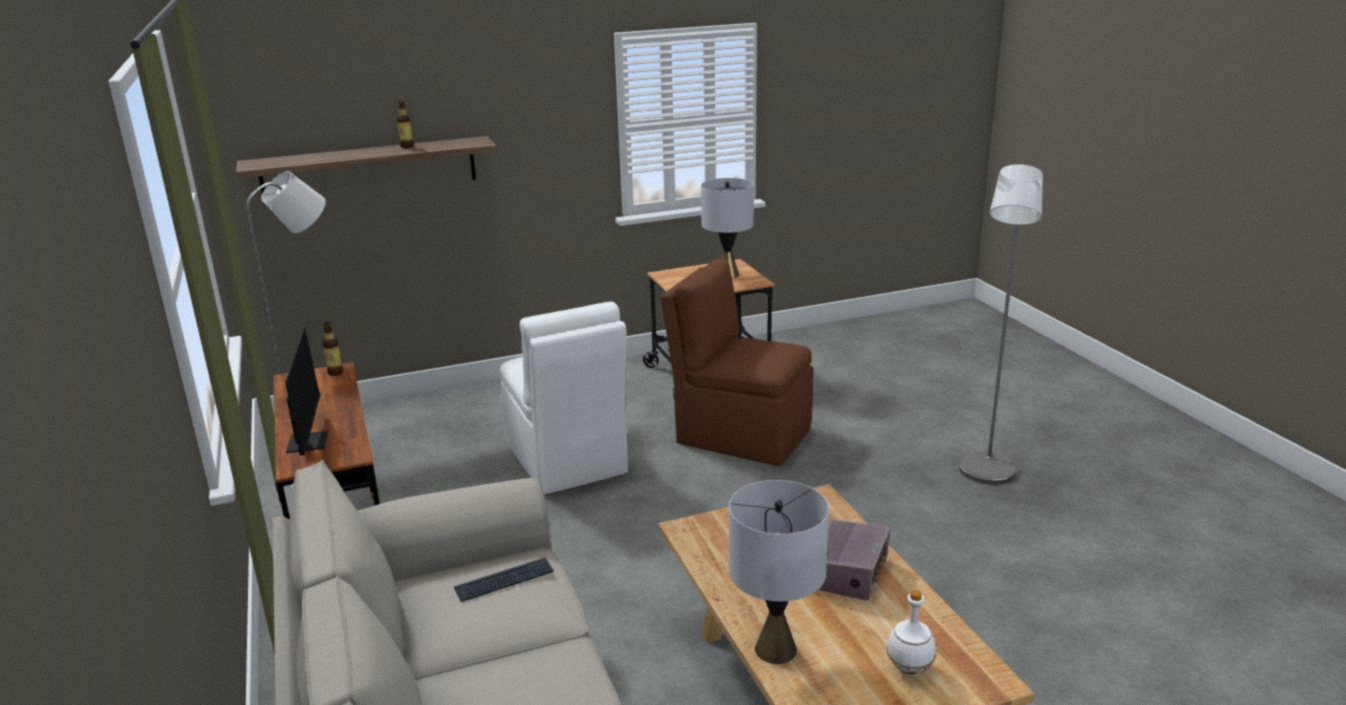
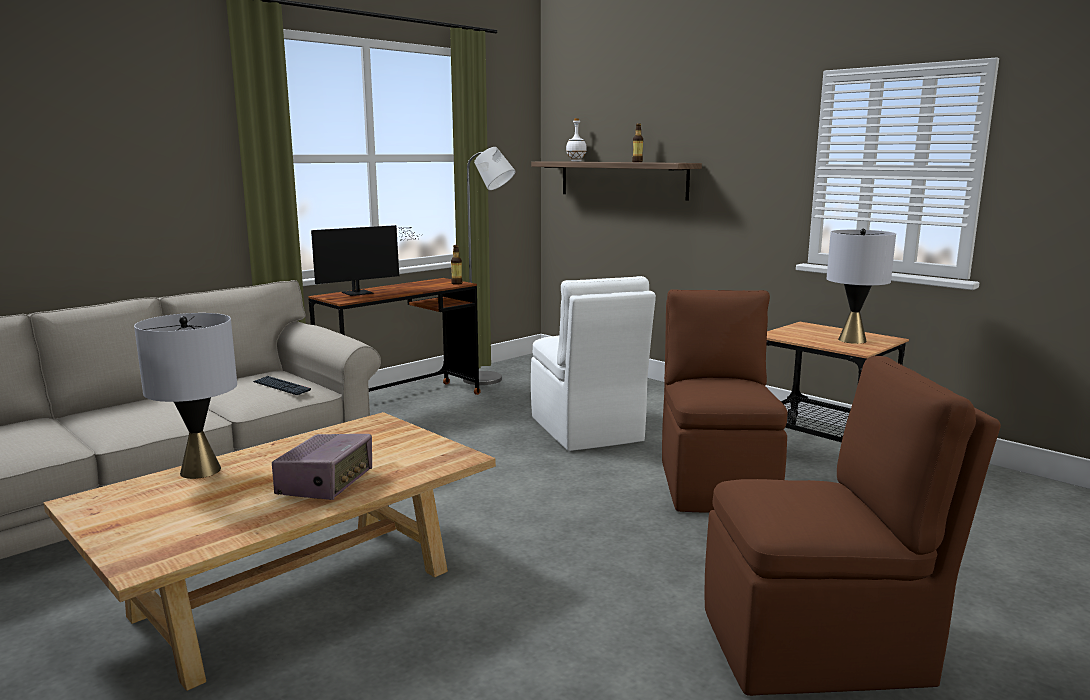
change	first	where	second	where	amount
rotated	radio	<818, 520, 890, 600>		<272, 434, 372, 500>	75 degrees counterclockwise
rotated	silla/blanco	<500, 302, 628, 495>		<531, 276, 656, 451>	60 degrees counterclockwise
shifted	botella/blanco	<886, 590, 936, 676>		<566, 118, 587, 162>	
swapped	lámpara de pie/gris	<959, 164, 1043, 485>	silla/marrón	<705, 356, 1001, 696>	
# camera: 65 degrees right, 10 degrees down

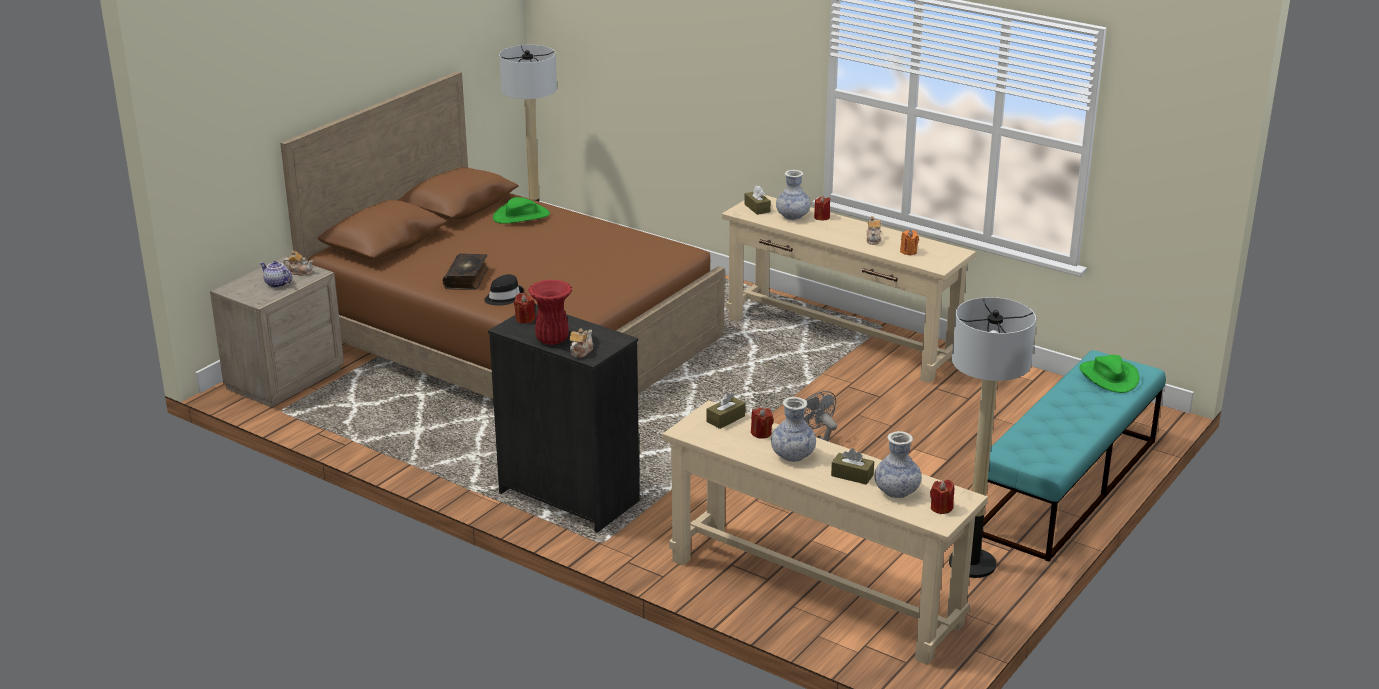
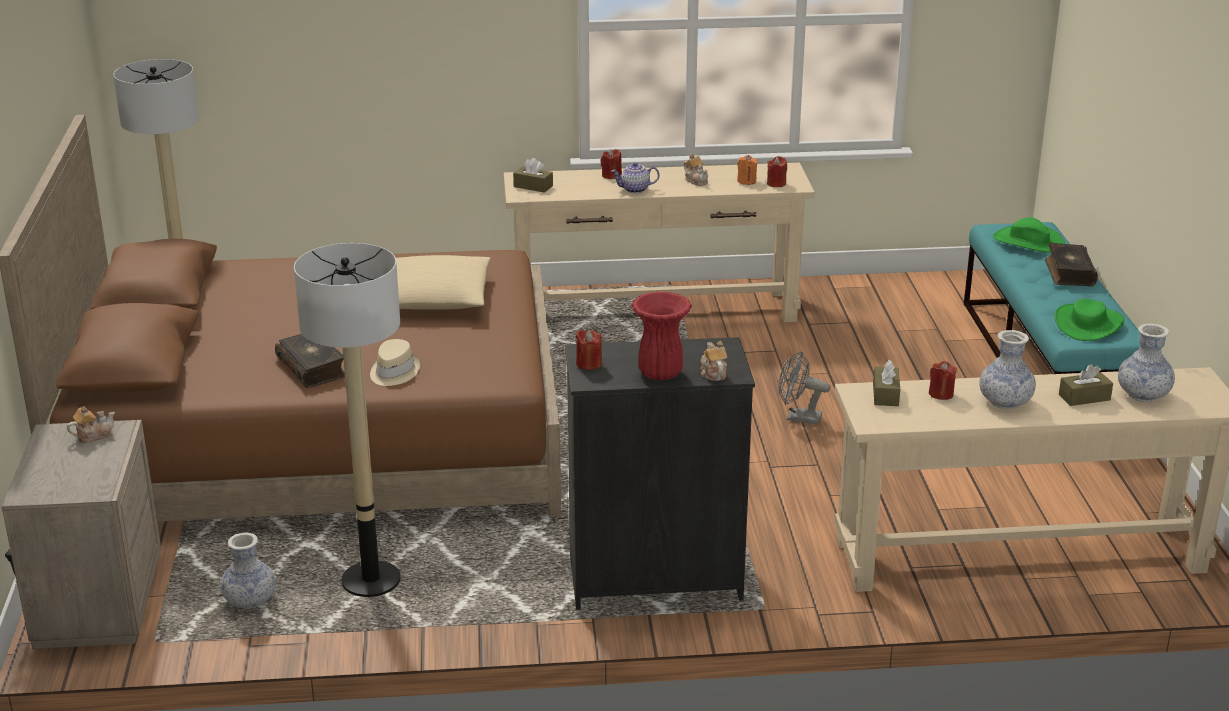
change	first	where	second	where	amount
shifted	florero	<776, 170, 811, 220>		<221, 533, 276, 608>	
shifted	lámpara de pie	<949, 297, 1036, 578>		<294, 243, 400, 597>	
repainted	sombrero/negro	<484, 274, 524, 306>	sombrero/beis	<370, 339, 420, 386>	
new			cojín/beis	<396, 255, 491, 310>	
shifted	tetera	<260, 261, 292, 288>		<611, 162, 659, 193>	
shifted	vela/rojo	<930, 480, 954, 514>		<767, 156, 787, 187>	
new			libro	<1045, 243, 1098, 286>	
shifted	sombrero/verde	<493, 197, 550, 224>		<1055, 299, 1124, 341>	
# camera: 40 degrees left, 0 degrees up

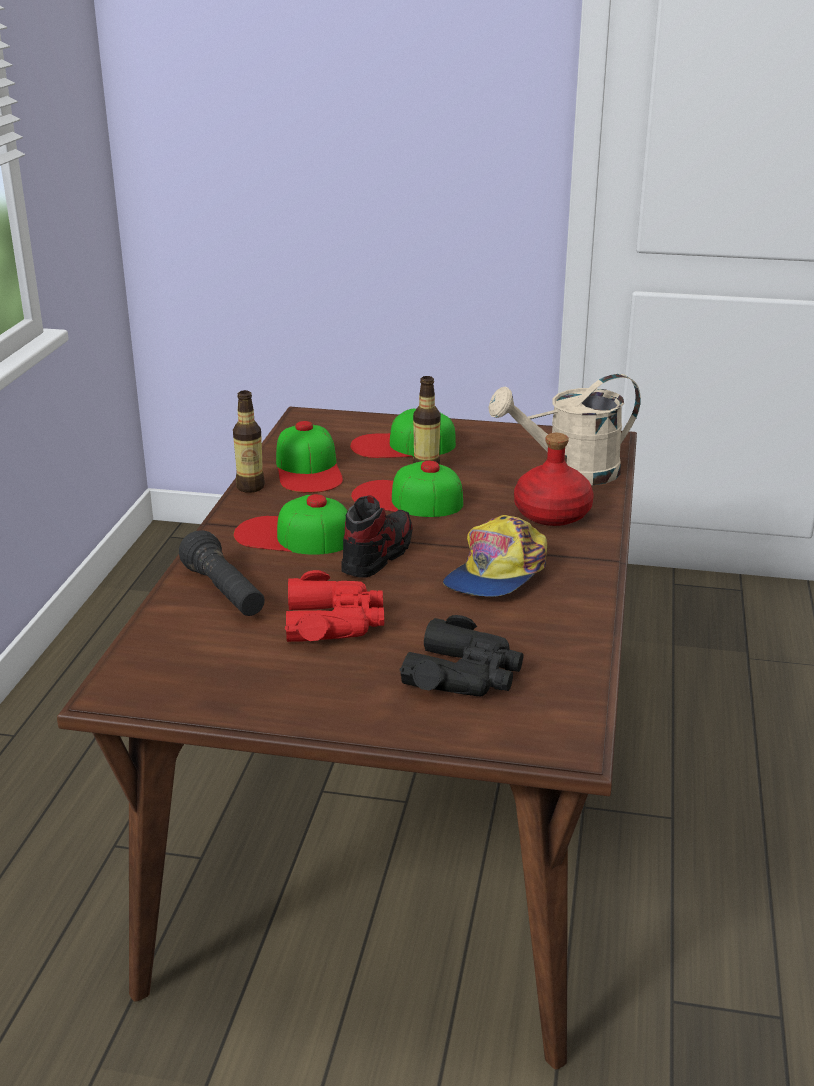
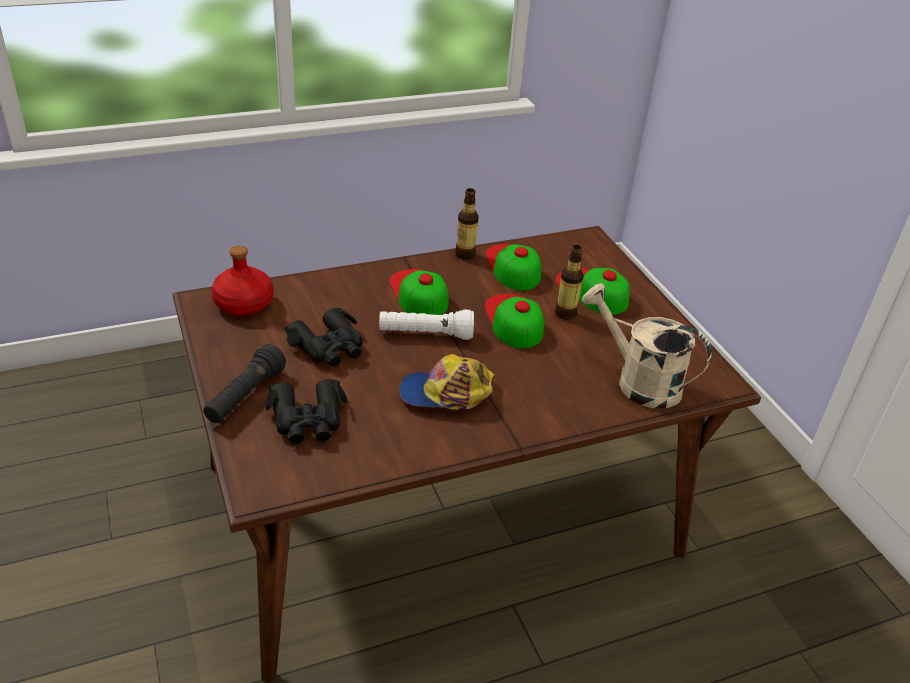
change	first	where	second	where	amount
shifted	linterna/negro	<179, 530, 265, 616>		<203, 344, 286, 423>	
shifted	botella/rojo	<514, 433, 594, 526>		<211, 246, 274, 316>	
repainted	prismáticos/rojo	<285, 570, 384, 642>	prismáticos/negro	<285, 308, 363, 367>	
swapped	zapato	<341, 495, 413, 578>	linterna/blanco	<379, 309, 474, 340>	
rotated	gorra	<276, 421, 343, 493>		<485, 244, 542, 291>	120 degrees clockwise
# camera: 55 degrees right, 10 degrees up

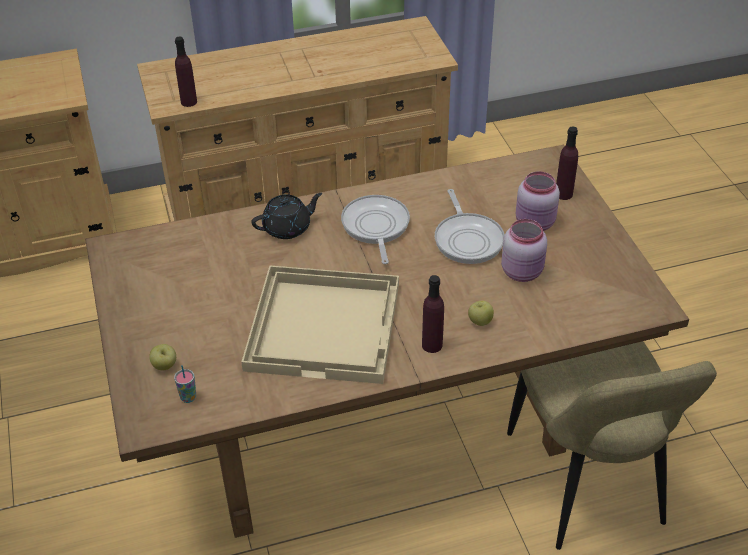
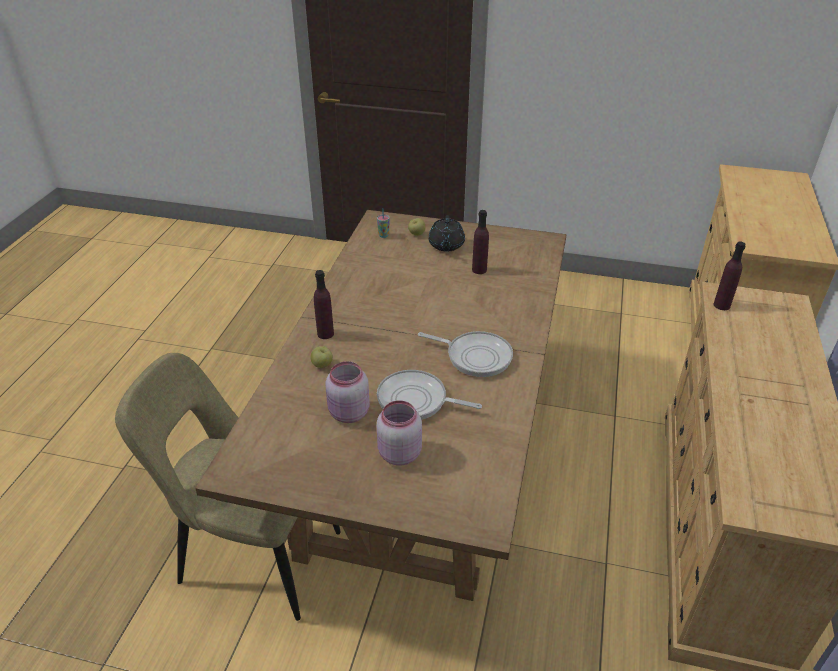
change	first	where	second	where	amount
shifted	tetera/negro	<251, 193, 322, 239>		<428, 215, 465, 252>	
shifted	botella/morado	<556, 126, 578, 200>		<472, 210, 489, 274>	
gone	bandeja/beis	<241, 265, 399, 384>			
# camera: 120 degrees right, 5 degrees down

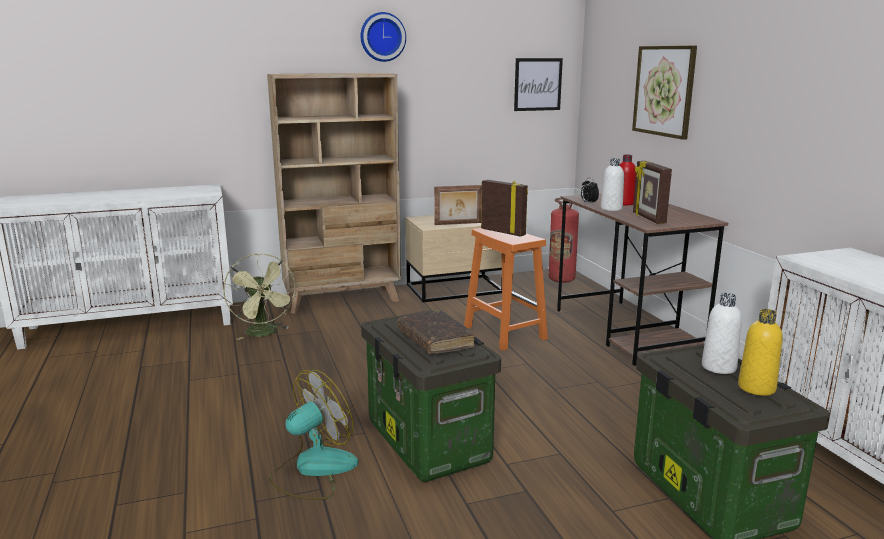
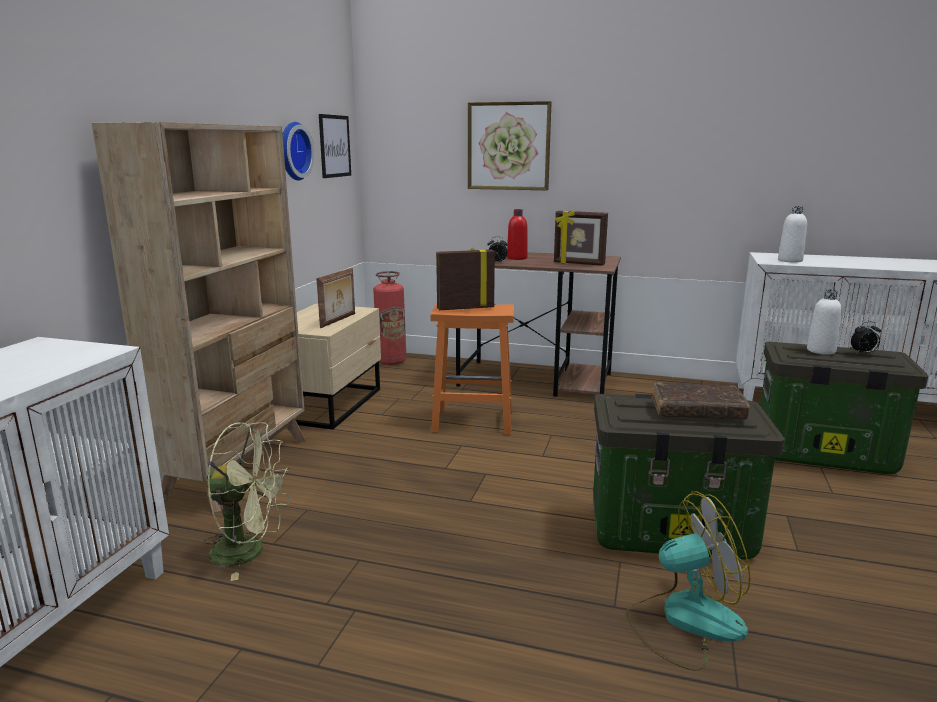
change	first	where	second	where	amount
shifted	reloj de pared	<360, 12, 406, 62>		<282, 122, 314, 180>	
rotated	ventilador	<269, 370, 358, 500>		<626, 491, 750, 670>	90 degrees clockwise
shifted	botella/blanco	<601, 158, 624, 211>		<778, 206, 807, 263>	
swapped	botella/amarillo	<738, 309, 783, 396>	despertador	<851, 322, 881, 354>	
# camera: 55 degrees left, 0 degrees up

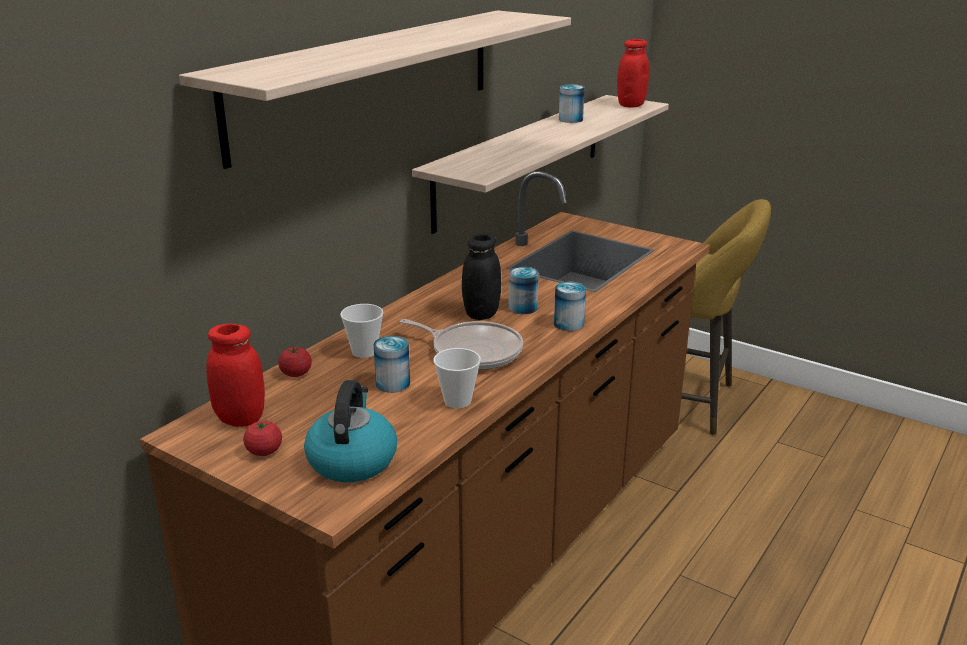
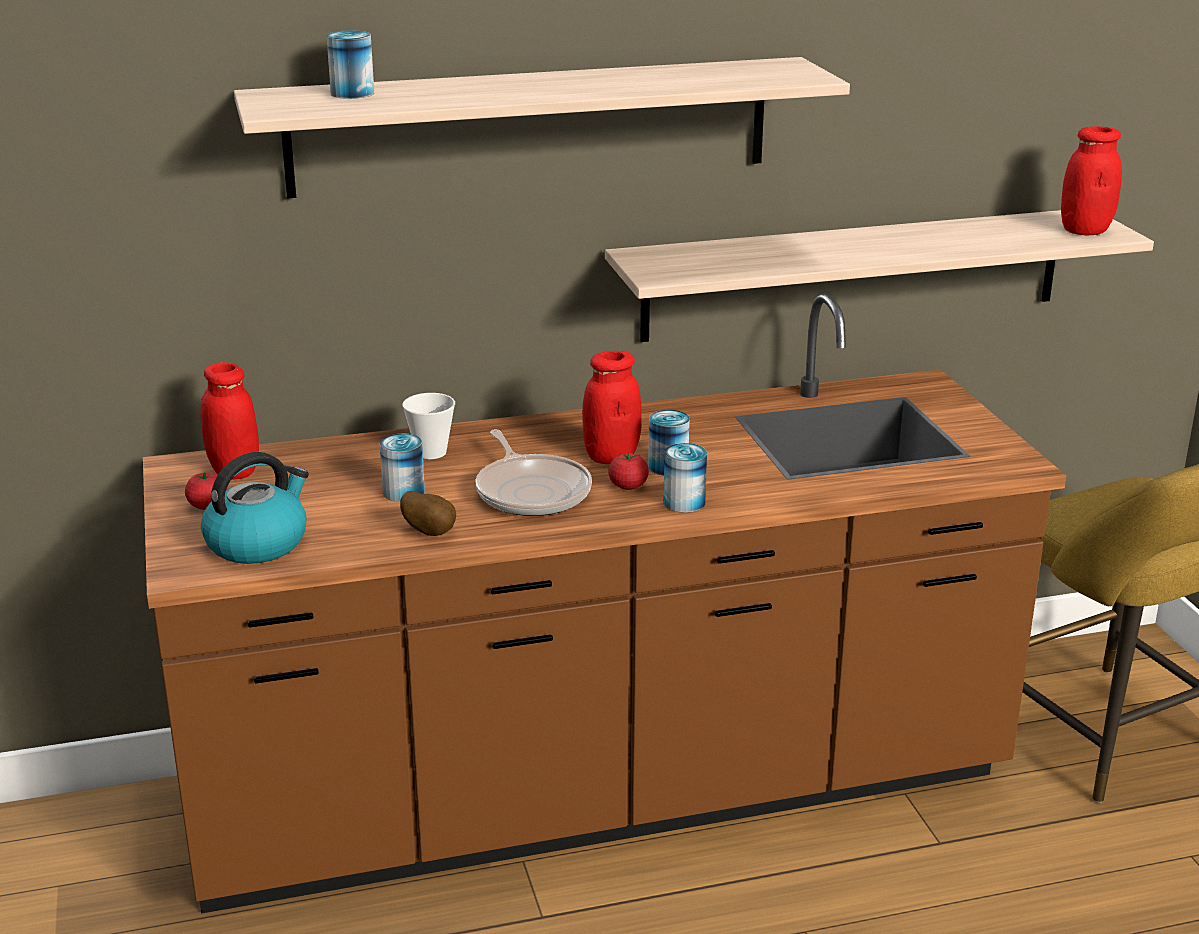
change	first	where	second	where	amount
shifted	lata	<559, 85, 585, 123>		<326, 30, 374, 99>	
swapped	taza	<434, 348, 481, 408>	patata	<400, 491, 456, 536>	
repainted	tarro/negro	<462, 234, 501, 320>	tarro/rojo	<582, 351, 642, 464>	
shifted	tomate	<278, 346, 312, 377>		<608, 452, 649, 490>	
# camera: 40 degrees right, 0 degrees up

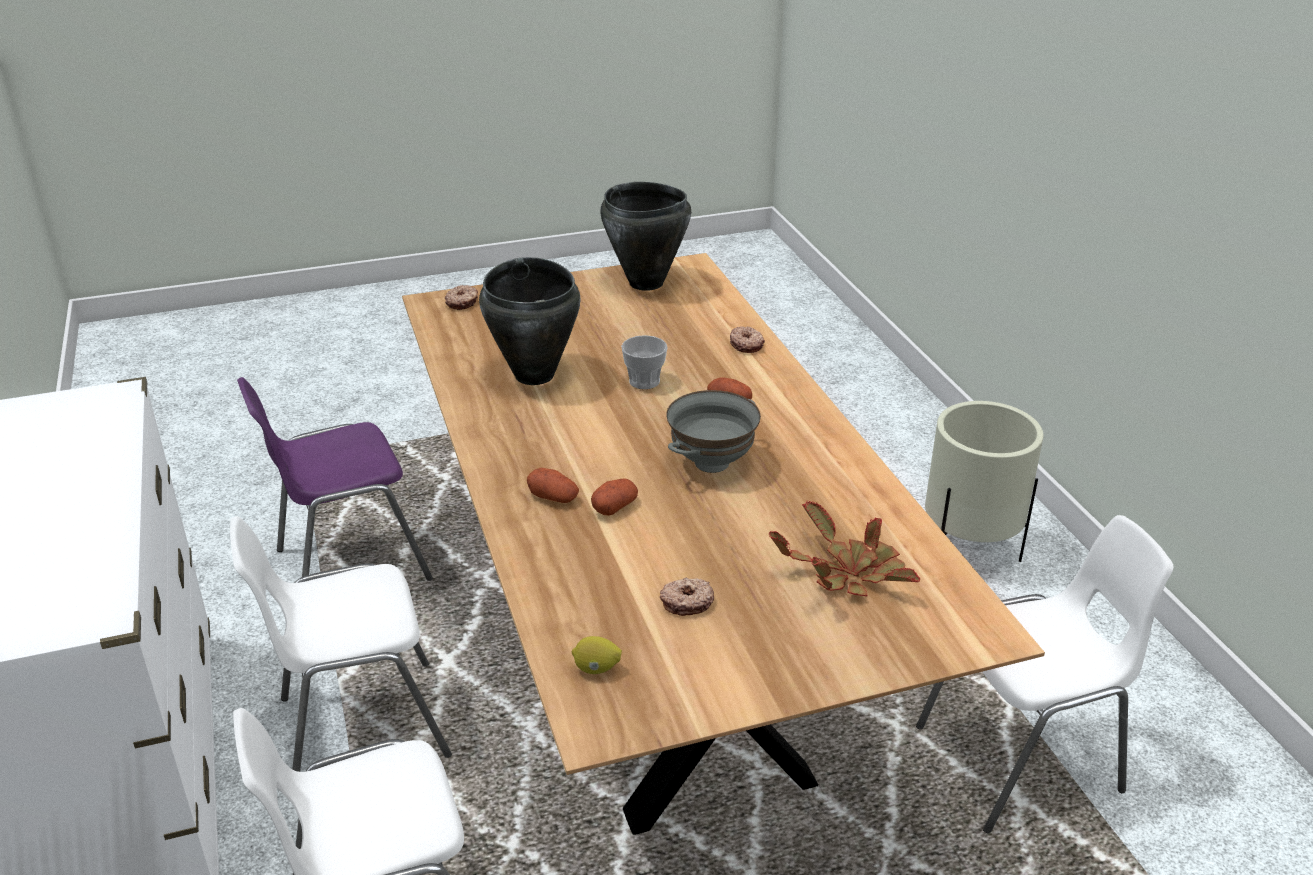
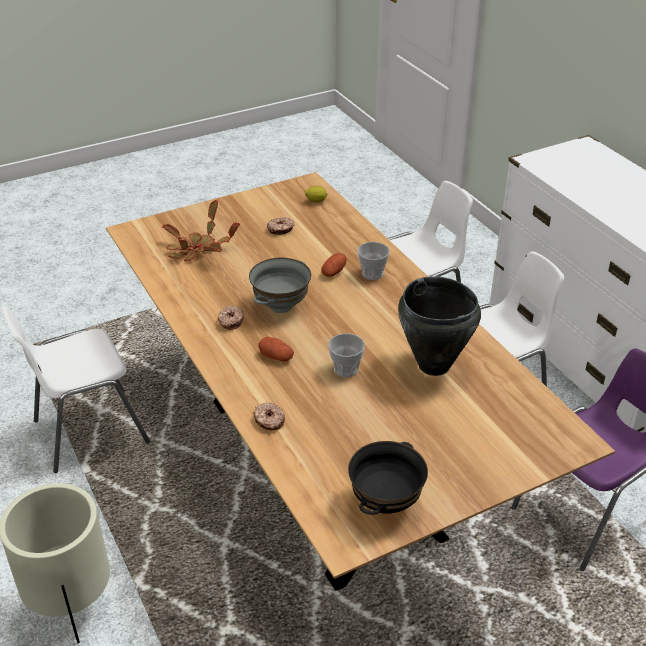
change	first	where	second	where	amount
shifted	rosquilla	<445, 285, 478, 310>		<218, 306, 244, 330>	
swapped	olla/negro	<600, 182, 691, 291>	cuenco/negro	<348, 441, 428, 515>	
swapped	patata	<527, 468, 579, 503>	taza	<357, 242, 390, 280>	
# camera: 170 degrees right, 5 degrees up

